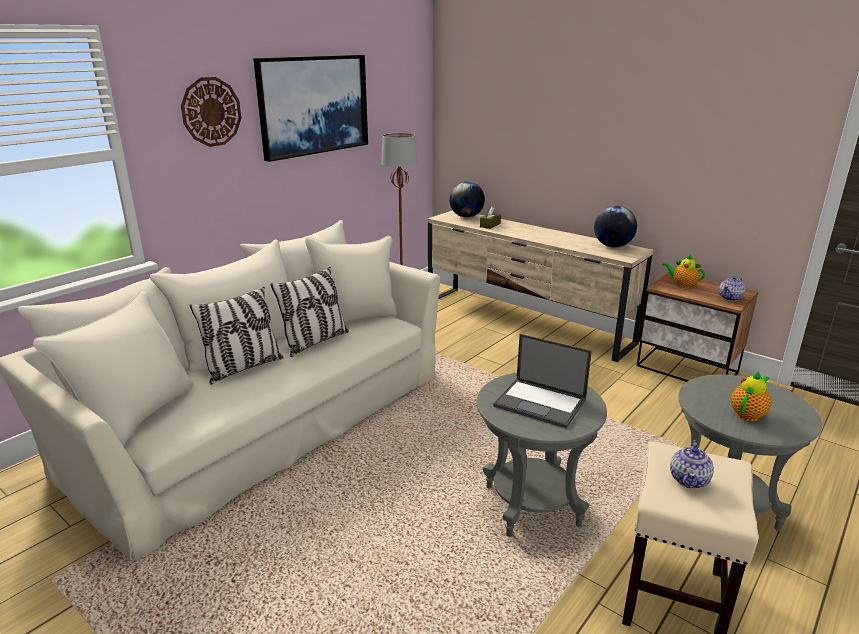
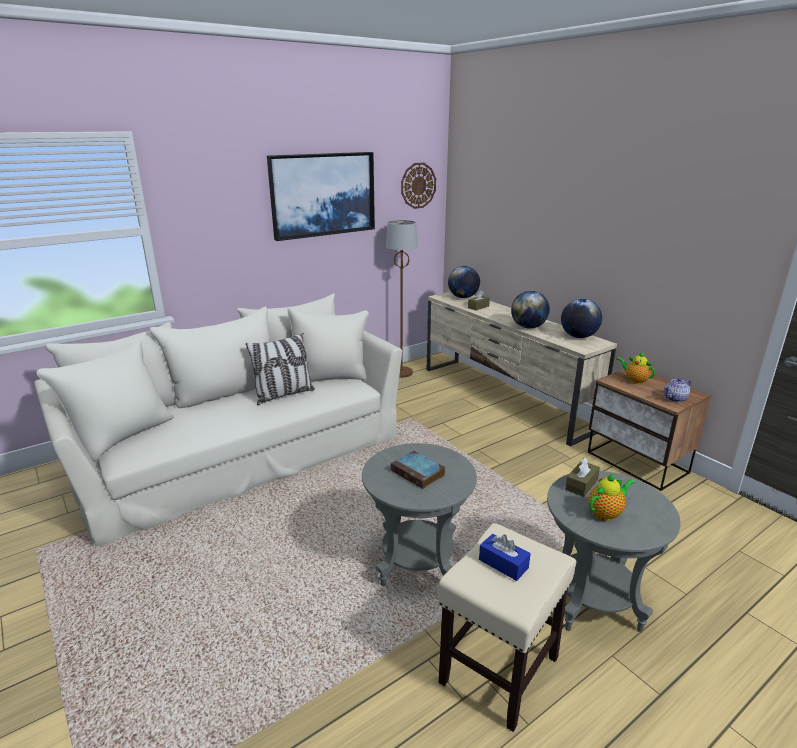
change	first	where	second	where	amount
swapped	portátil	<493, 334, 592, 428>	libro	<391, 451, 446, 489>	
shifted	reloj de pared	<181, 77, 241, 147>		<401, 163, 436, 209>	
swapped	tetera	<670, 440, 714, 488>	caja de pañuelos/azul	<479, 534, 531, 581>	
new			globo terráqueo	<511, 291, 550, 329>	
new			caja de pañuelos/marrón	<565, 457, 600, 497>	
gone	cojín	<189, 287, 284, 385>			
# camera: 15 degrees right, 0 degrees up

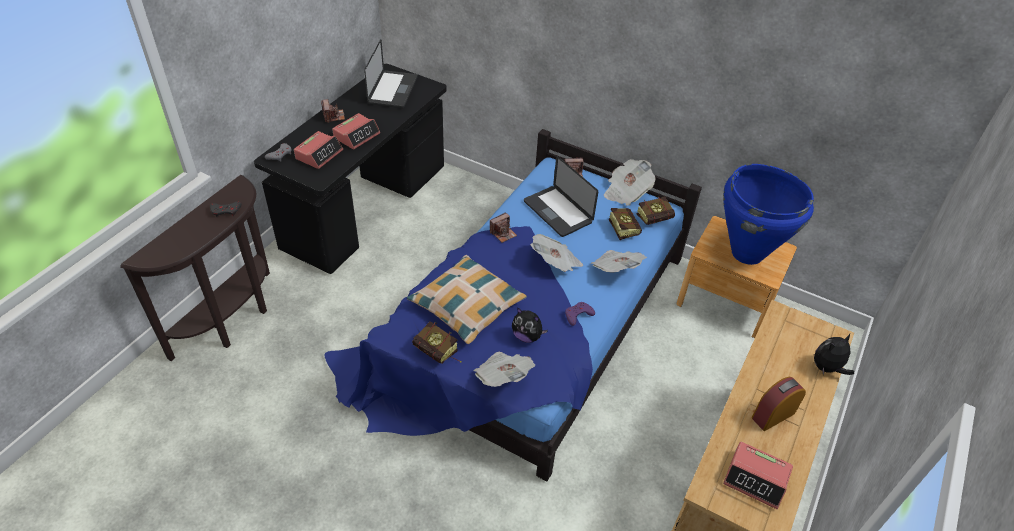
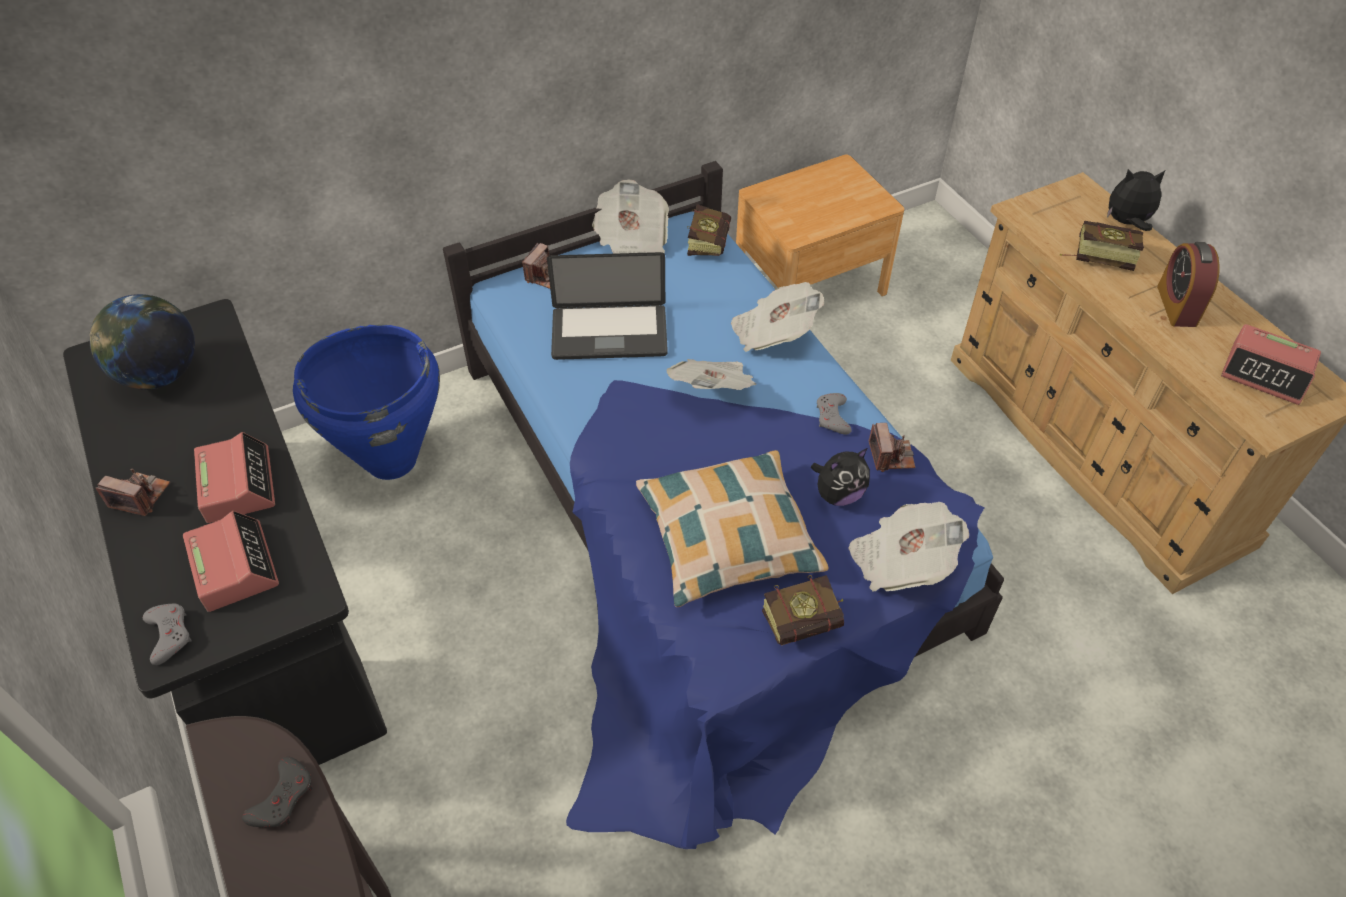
change	first	where	second	where	amount
swapped	portátil	<364, 39, 418, 108>	globo terráqueo	<89, 294, 195, 390>	
shifted	florero/azul	<723, 164, 814, 265>		<293, 324, 440, 480>	
repainted	mando de consola/morado	<565, 302, 595, 326>	mando de consola/gris	<817, 393, 852, 435>	
shifted	cámara	<490, 212, 517, 243>		<869, 423, 915, 472>	
shifted	libro	<609, 208, 642, 240>		<1059, 221, 1144, 271>	
rotated	peluche	<814, 334, 854, 375>		<1107, 169, 1165, 231>	90 degrees clockwise
rotated	despertador	<723, 442, 793, 509>		<1221, 324, 1321, 405>	60 degrees clockwise
# camera: 55 degrees left, 5 degrees up

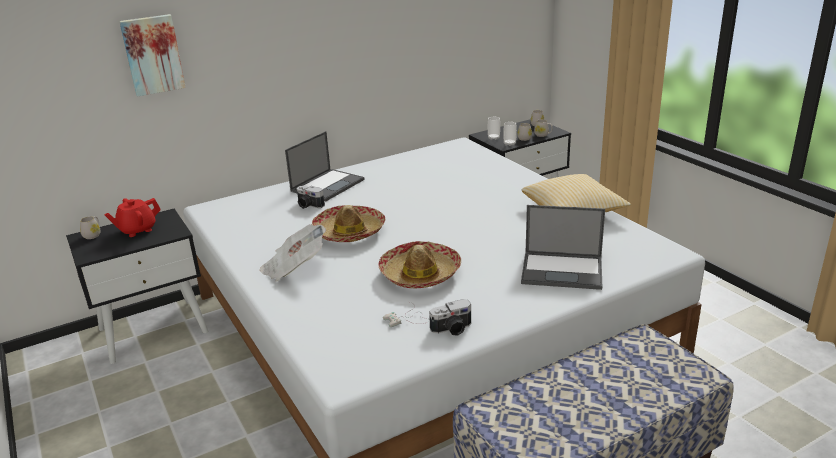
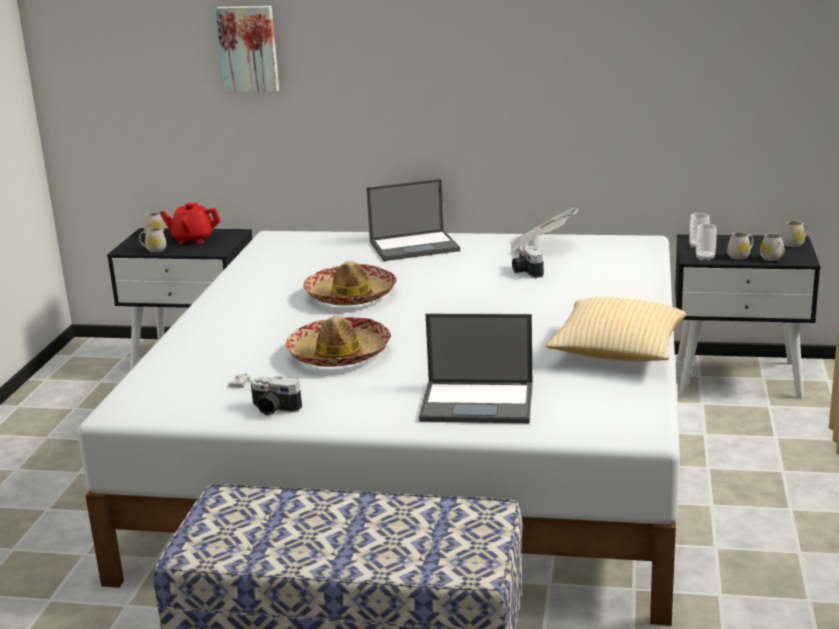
change	first	where	second	where	amount
new			taza grande/blanco	<139, 227, 167, 253>	
rotated	portátil	<521, 205, 605, 290>		<419, 314, 533, 423>	45 degrees counterclockwise
shifted	periódico	<259, 224, 326, 281>		<510, 208, 578, 250>	
shifted	cámara	<297, 186, 325, 209>		<512, 245, 544, 278>	
# camera: 40 degrees right, 5 degrees down

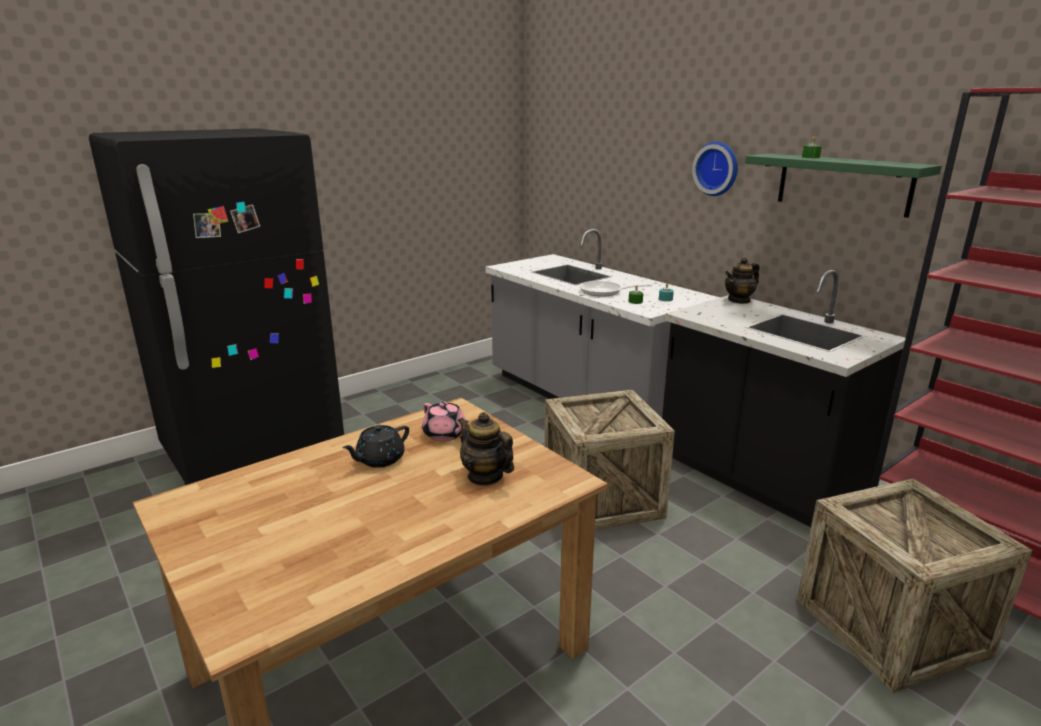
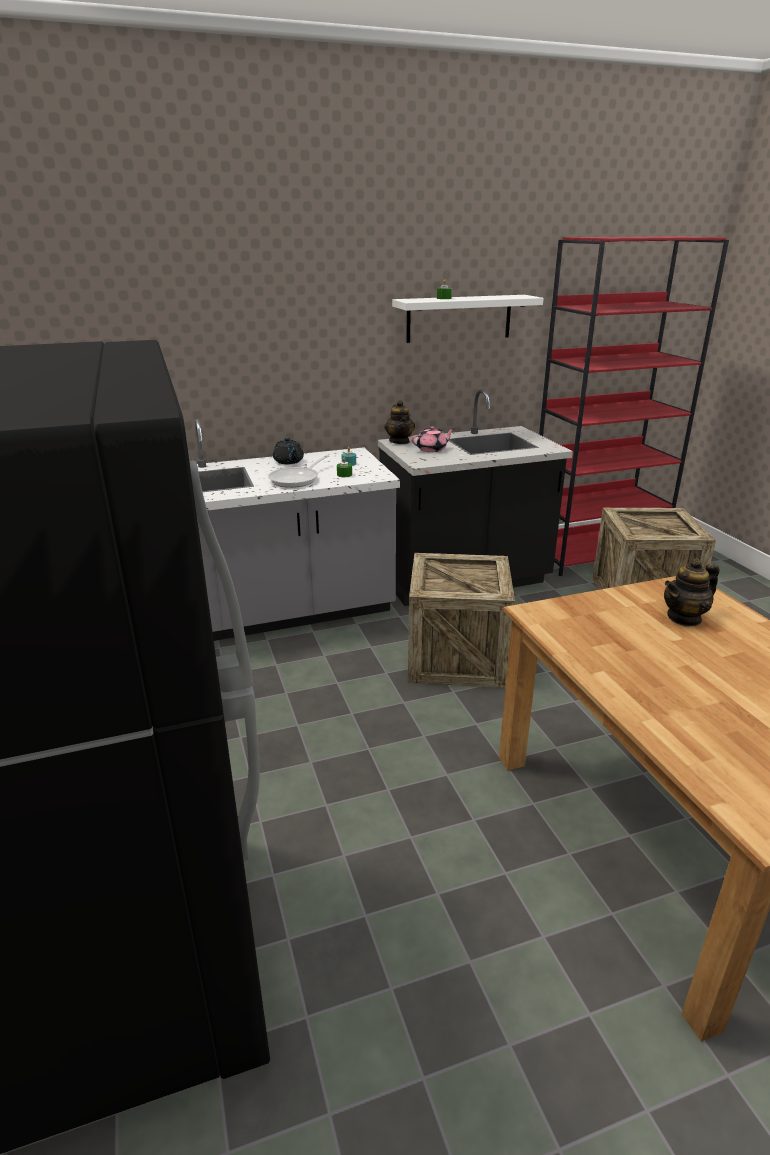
change	first	where	second	where	amount
shifted	tetera/negro	<342, 425, 409, 468>		<273, 438, 304, 464>	
repainted	estante/verde	<745, 154, 942, 218>	estante/blanco	<392, 295, 544, 343>	
shifted	tetera/rosa	<422, 402, 469, 441>		<411, 426, 454, 452>	
gone	reloj de pared	<692, 142, 738, 196>			
# camera: 70 degrees left, 5 degrees up

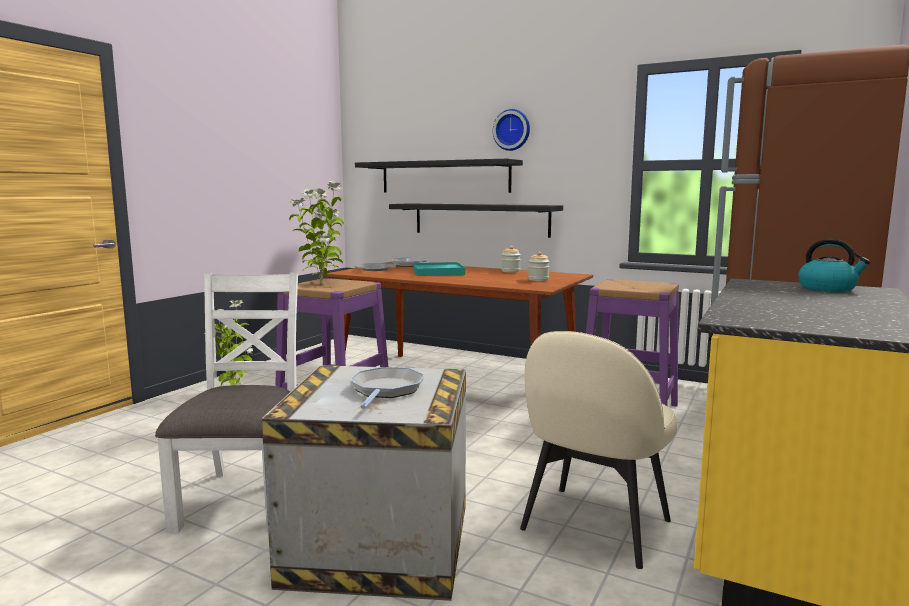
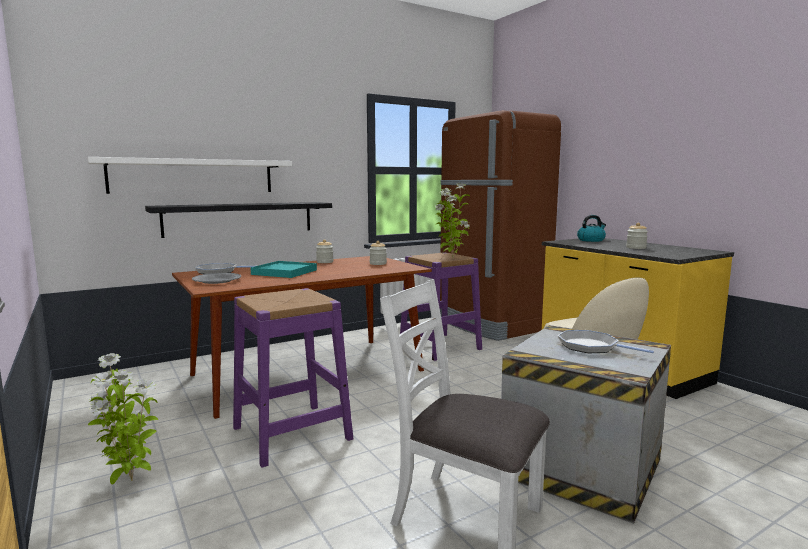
change	first	where	second	where	amount
repainted	estante/negro	<355, 159, 523, 193>	estante/blanco	<88, 157, 292, 194>	
shifted	planta en maceta	<289, 181, 344, 283>		<435, 183, 470, 258>	
new			tarro	<626, 223, 648, 249>	
gone	reloj de pared	<493, 109, 530, 151>			
# camera: 60 degrees left, 0 degrees up

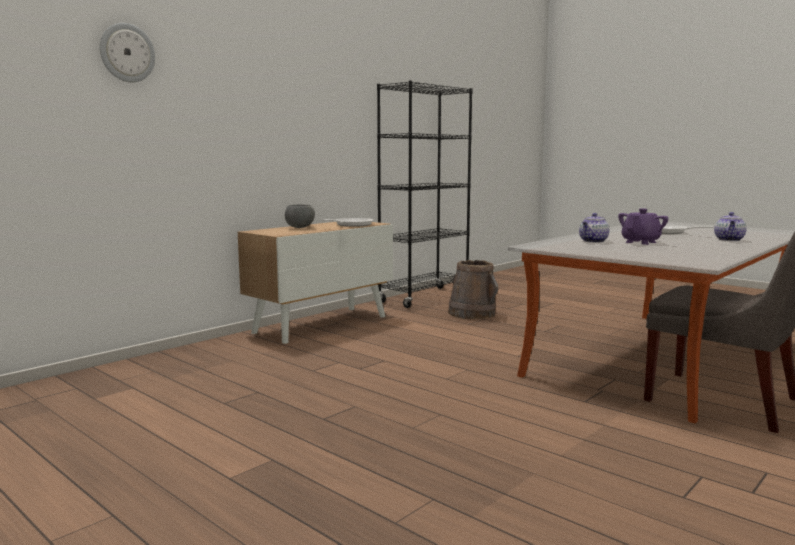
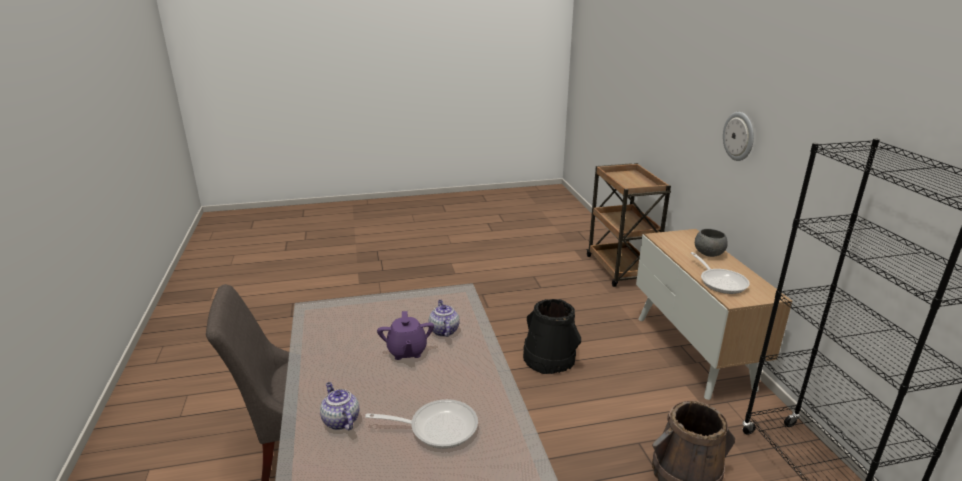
change	first	where	second	where	amount
new			cubo/negro	<523, 299, 581, 374>	
new			carrito/marrón	<586, 163, 671, 287>	
shifted	reloj de pared	<100, 23, 155, 82>		<723, 112, 754, 161>	
# camera: 125 degrees right, 15 degrees up

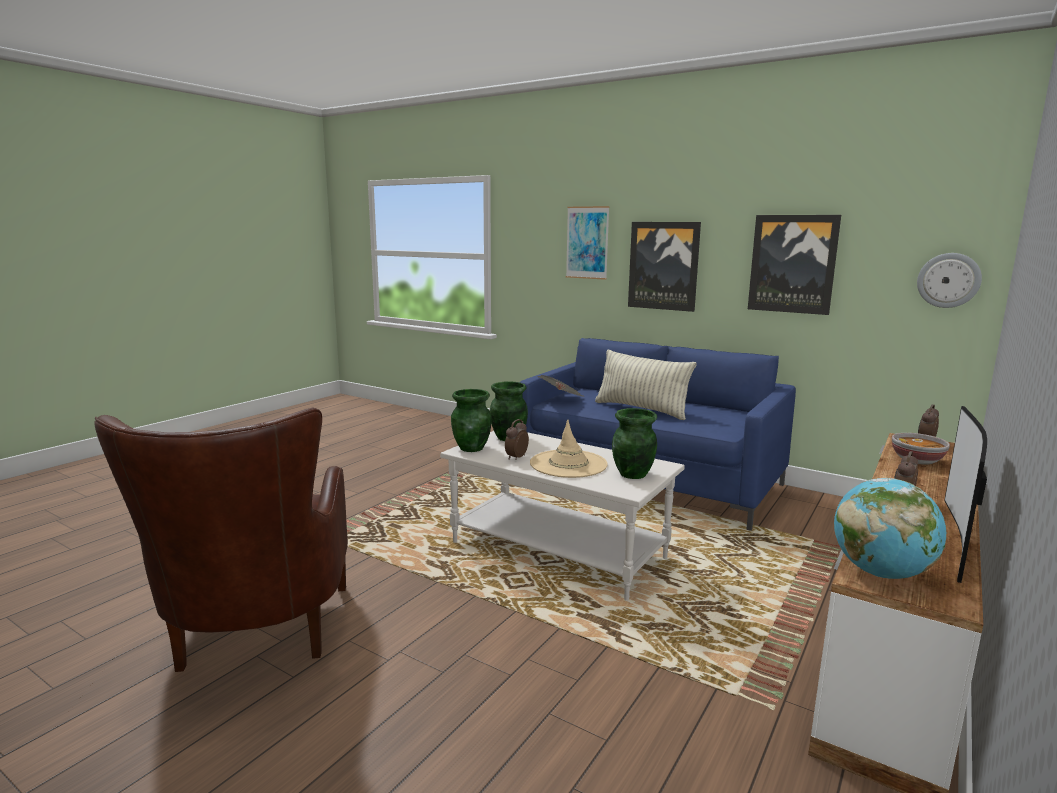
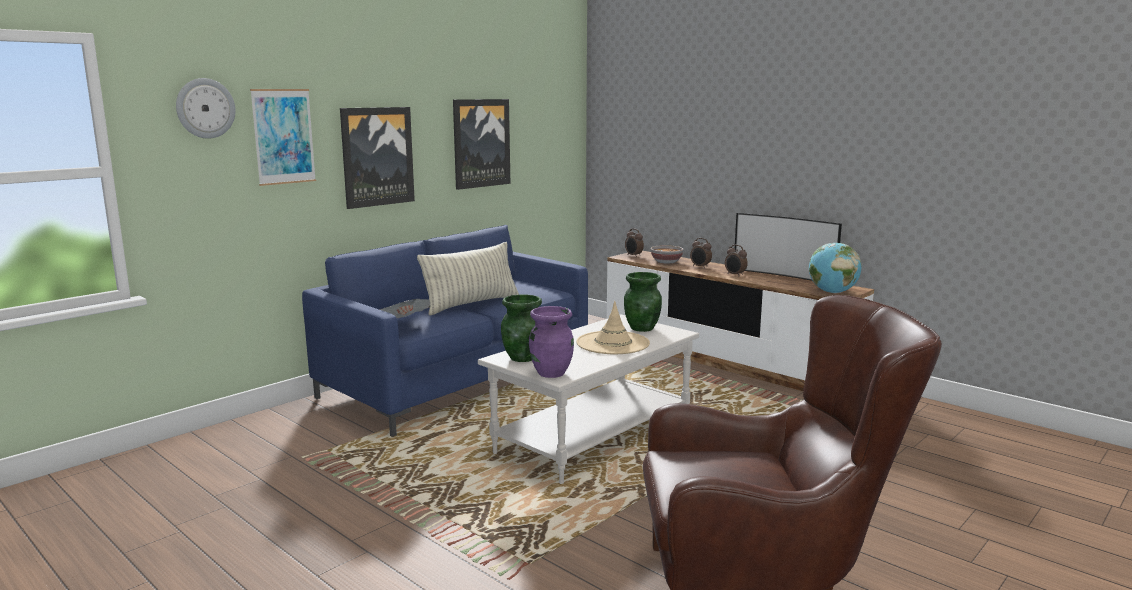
change	first	where	second	where	amount
shifted	reloj de pared	<917, 253, 982, 308>		<176, 78, 235, 139>	
repainted	florero/verde	<451, 389, 492, 452>	florero/morado	<529, 306, 574, 378>	
shifted	despertador	<505, 419, 529, 460>		<690, 238, 712, 268>	
# camera: 80 degrees left, 0 degrees up

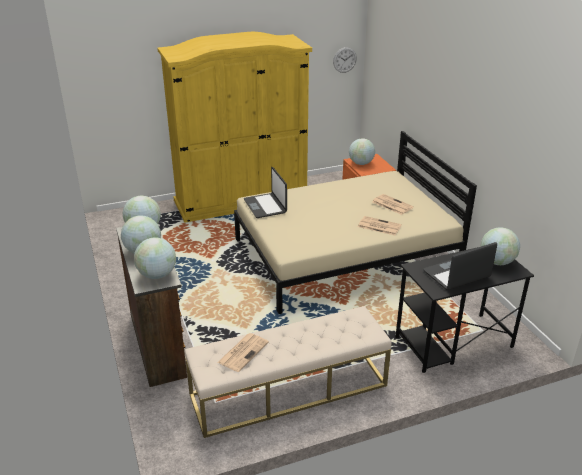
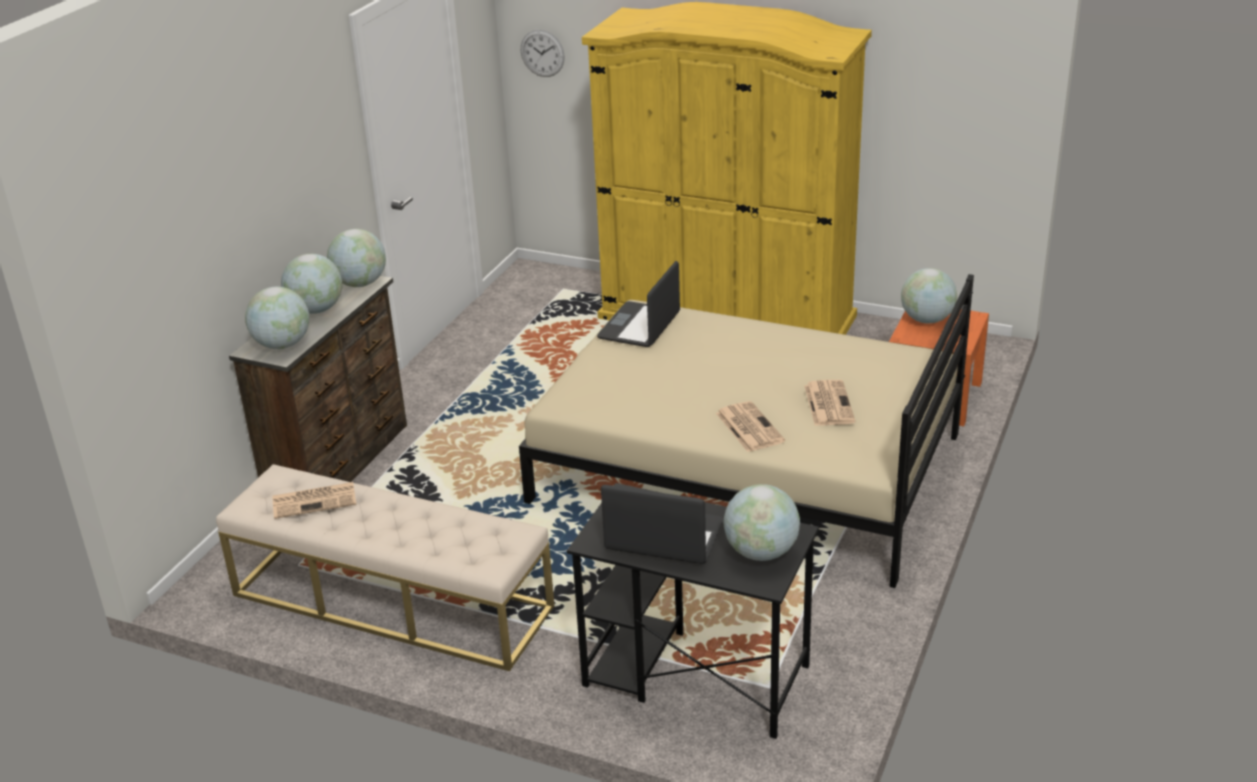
change	first	where	second	where	amount
shifted	reloj de pared	<333, 47, 357, 73>		<521, 29, 565, 77>	
# camera: 45 degrees right, 0 degrees up

